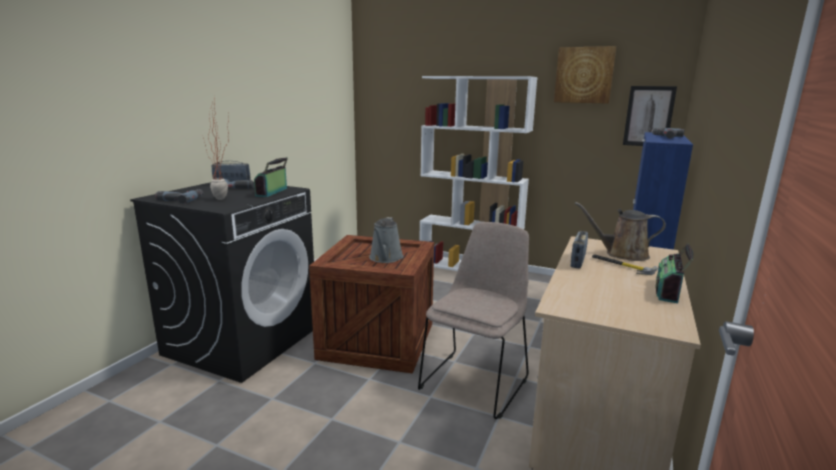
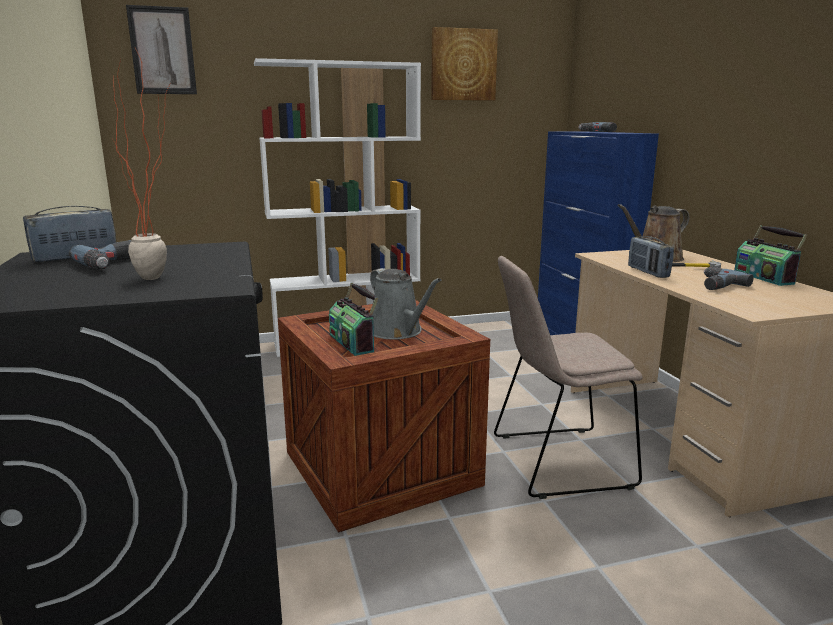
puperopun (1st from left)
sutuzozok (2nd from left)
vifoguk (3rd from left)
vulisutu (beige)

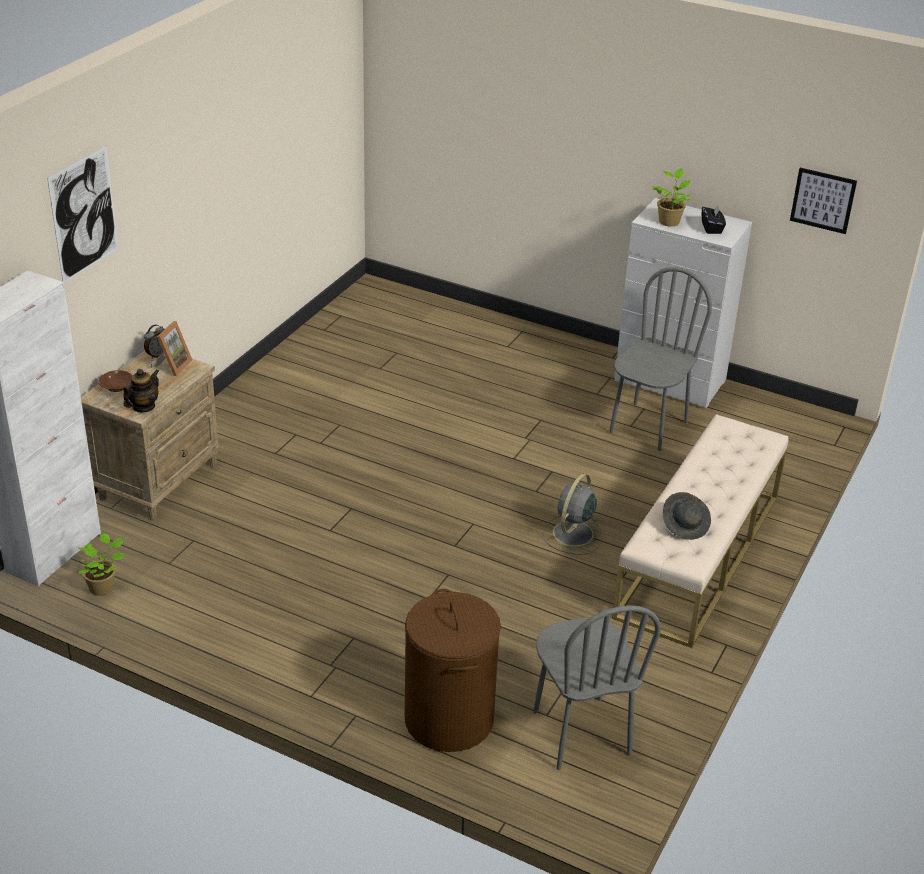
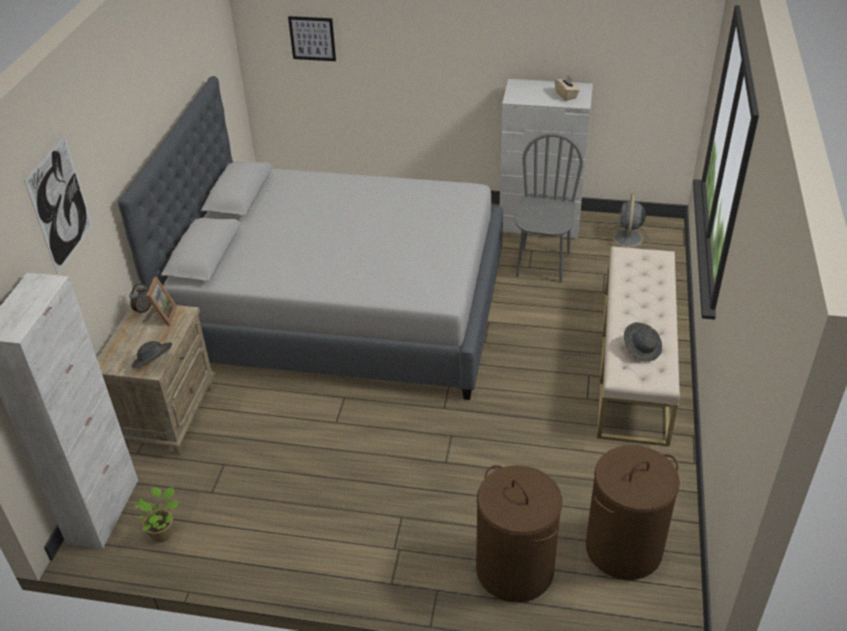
puperopun (2nd from left)
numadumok (2nd from left in the first image)
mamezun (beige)
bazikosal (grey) (1st from left)
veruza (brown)
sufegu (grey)
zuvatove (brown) (2nd from left)
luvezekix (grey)

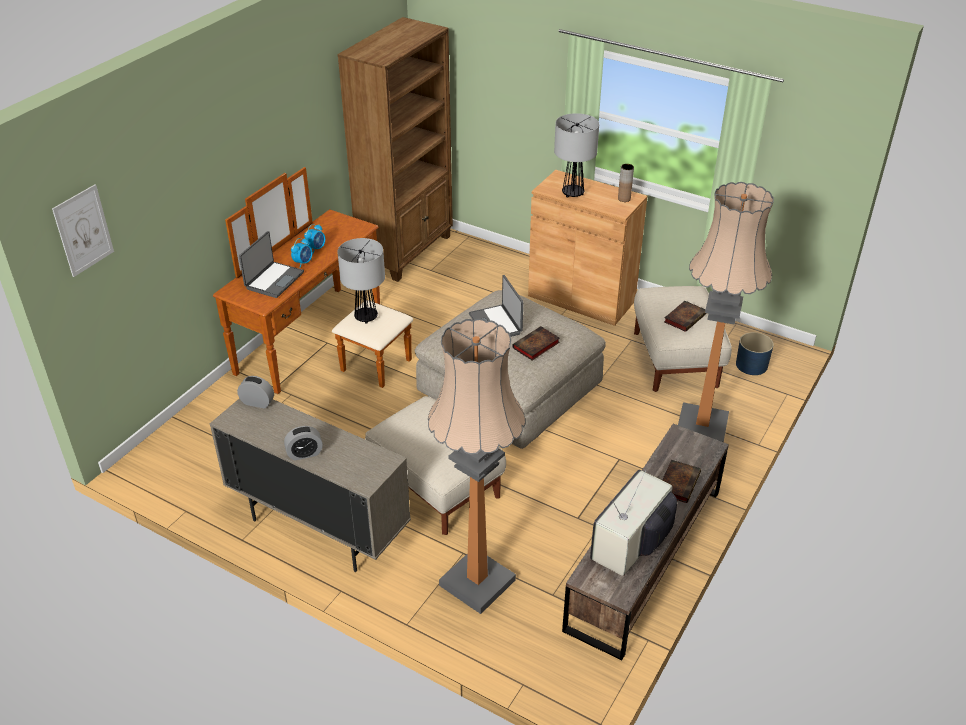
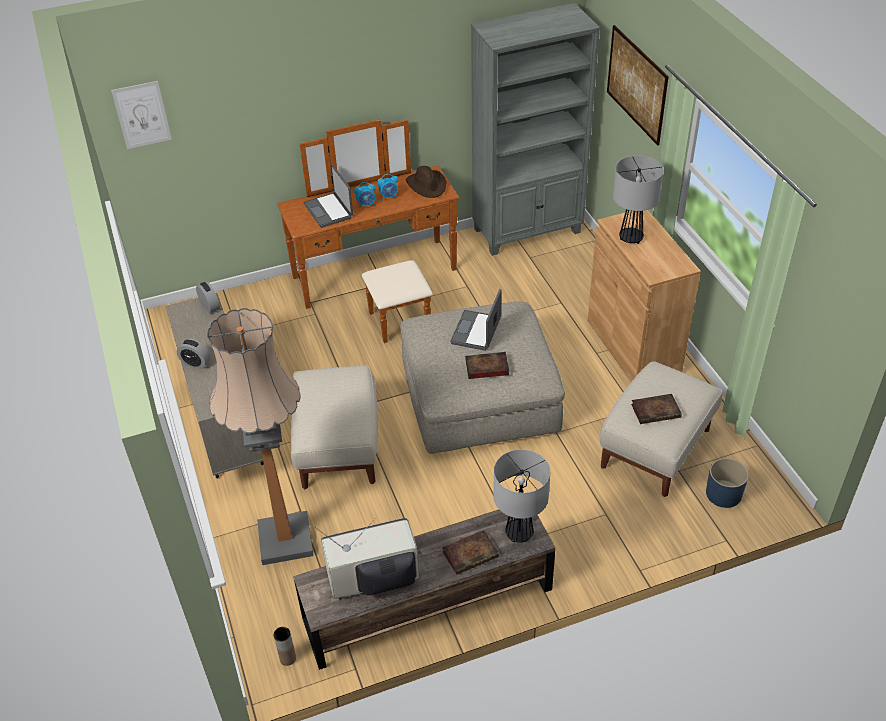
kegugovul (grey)
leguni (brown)
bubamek (2nd from left in the first image)
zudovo (1st from left)
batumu (1st from left)
puperopun (2nd from left)
bazikosal (brown)

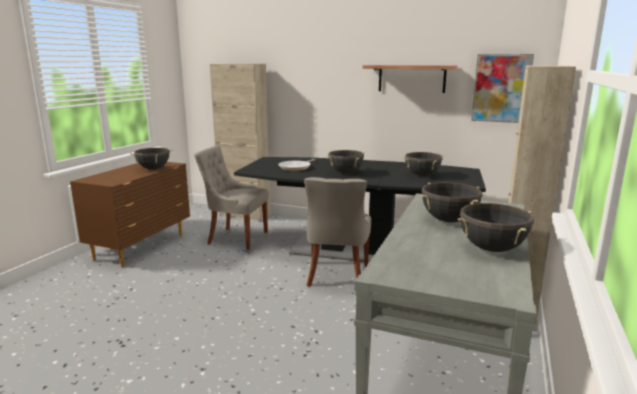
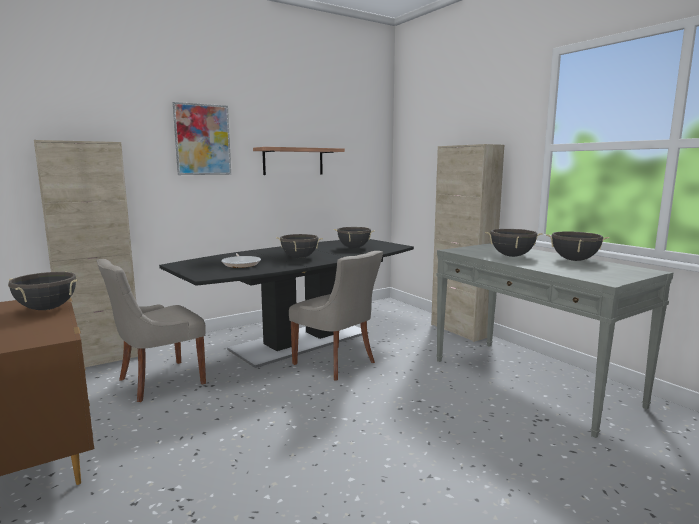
puperopun

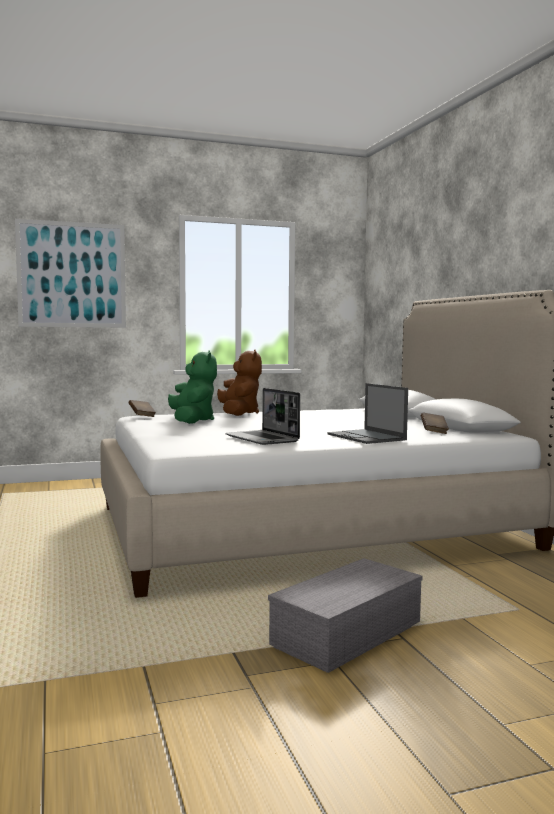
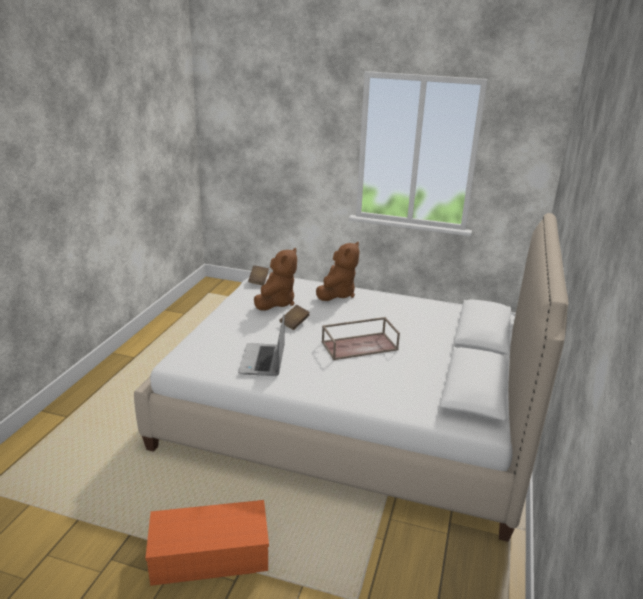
puperopun
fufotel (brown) (1st from left)
zudovo (2nd from left in the first image)
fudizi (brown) (2nd from left)
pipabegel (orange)
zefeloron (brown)

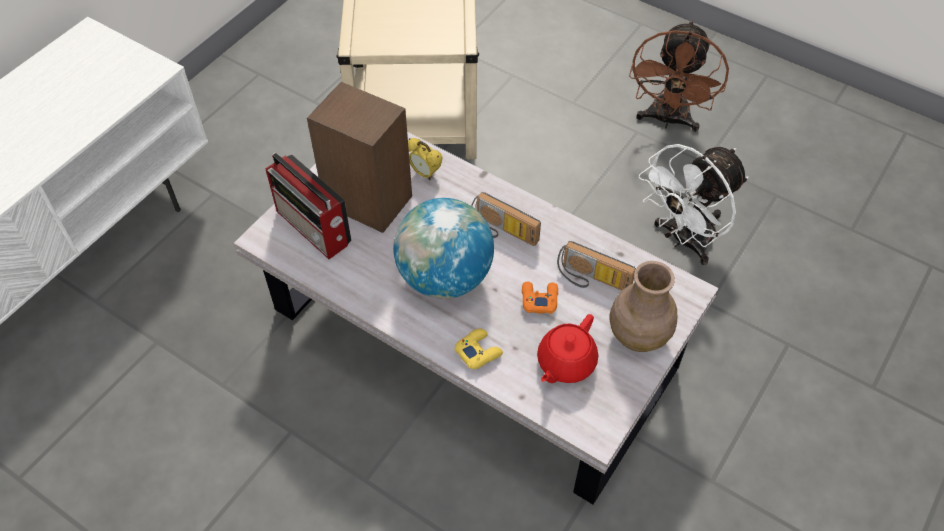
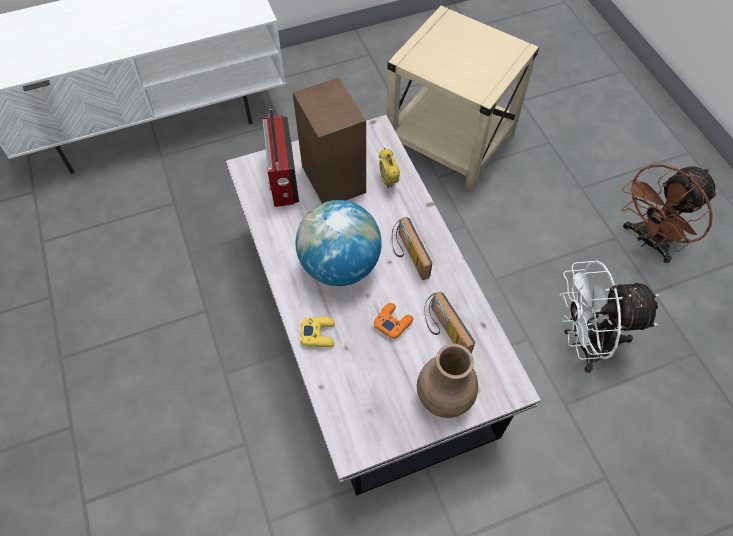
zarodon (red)

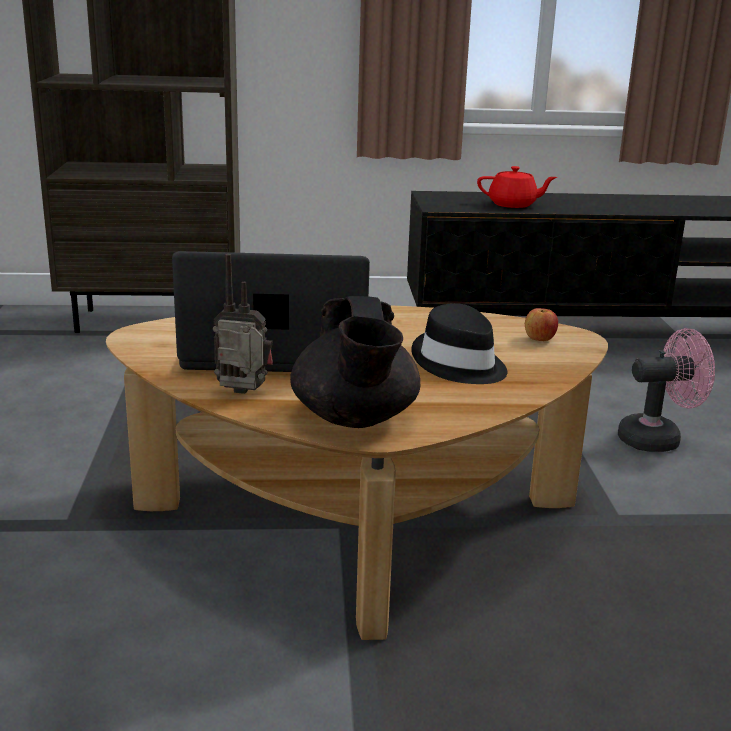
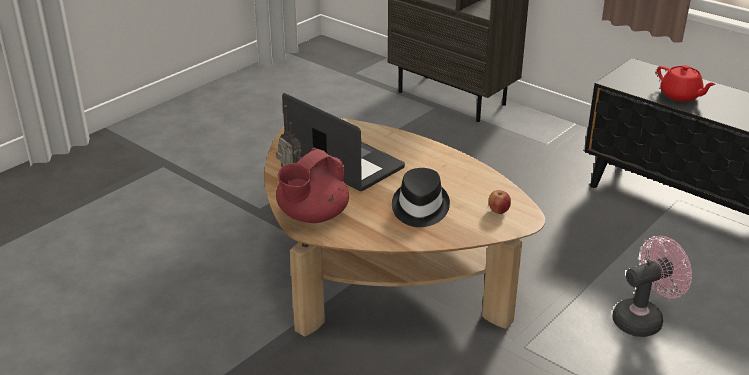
zarodon (red) (1st from left)
sufegu (pink)

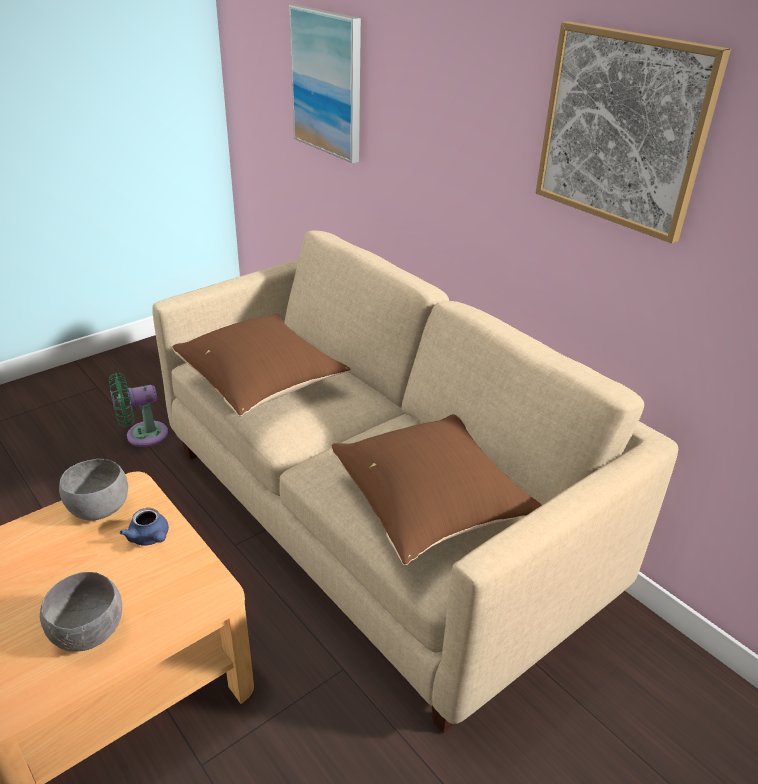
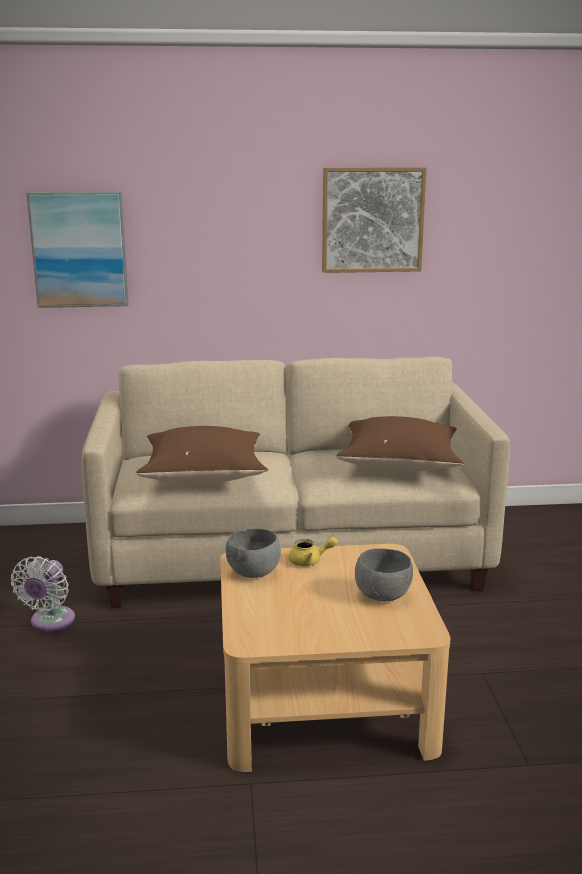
sufegu (white)
zarodon (yellow)

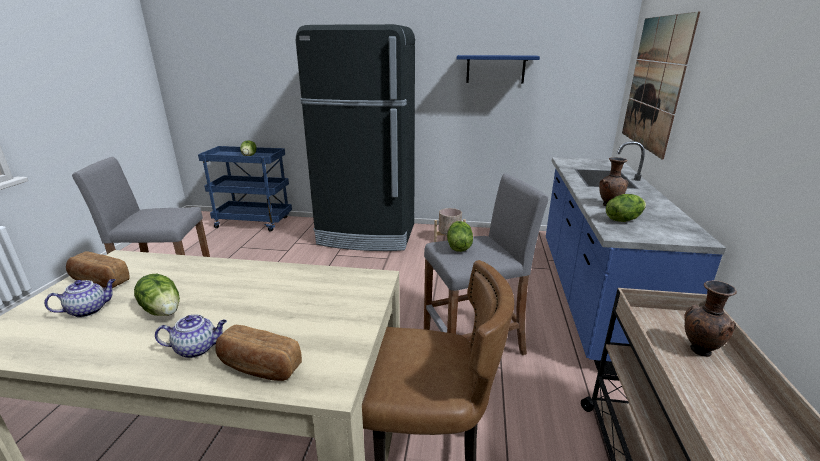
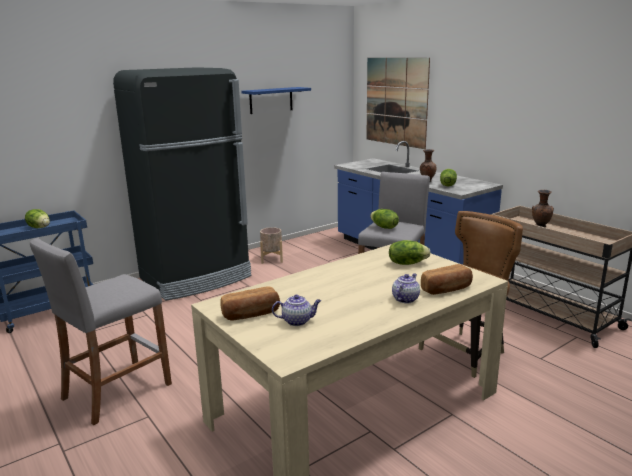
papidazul (3rd from left)
zarodon (1st from left)

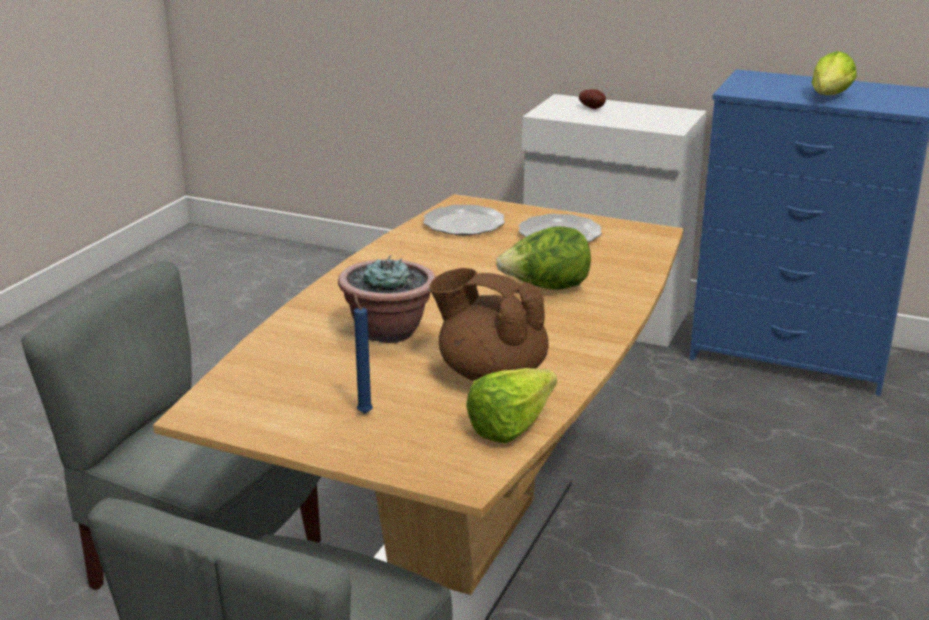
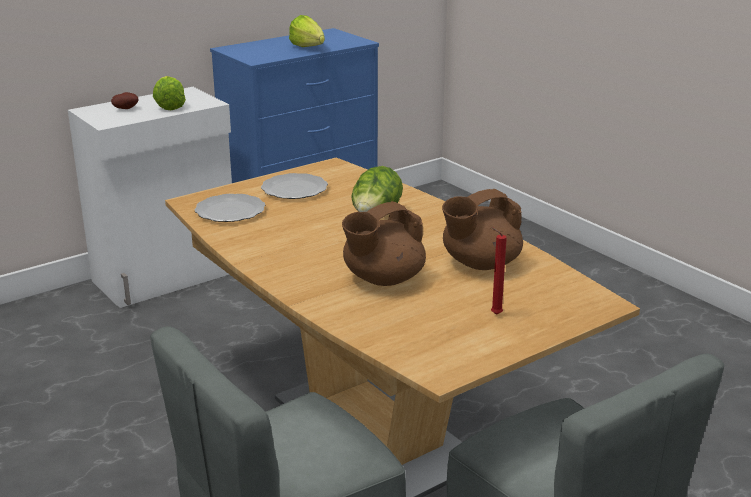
zarodon (brown) (1st from left)
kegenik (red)
papidazul (1st from left)

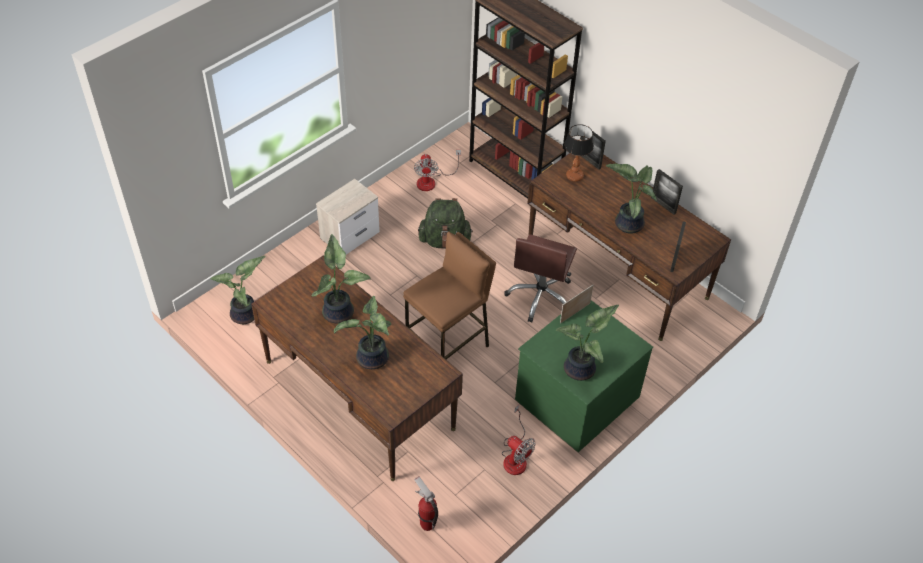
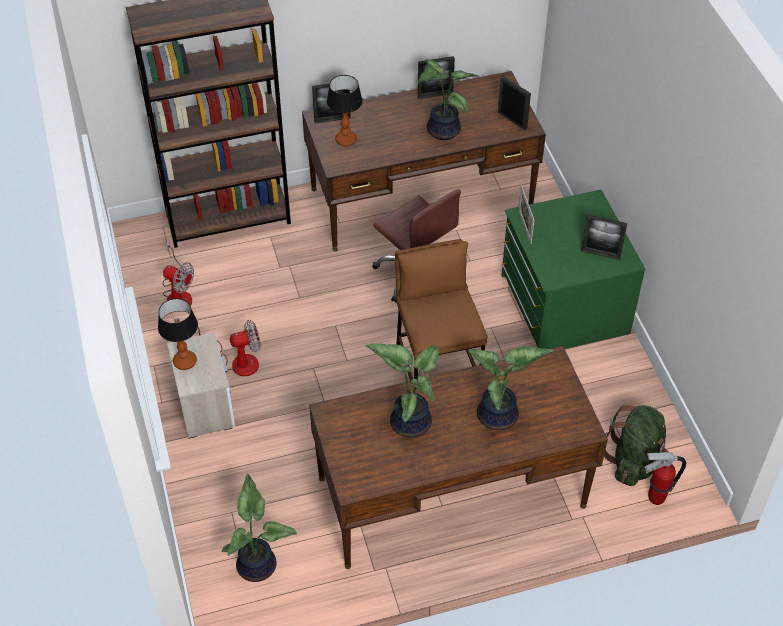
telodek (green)
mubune (5th from left)
sufegu (2nd from left)
batumu (1st from left)

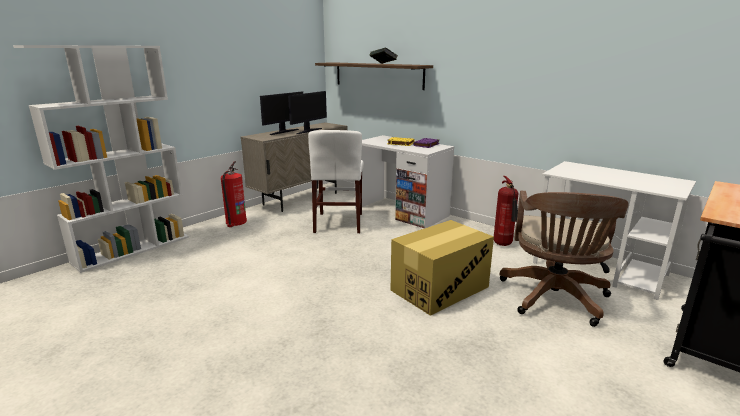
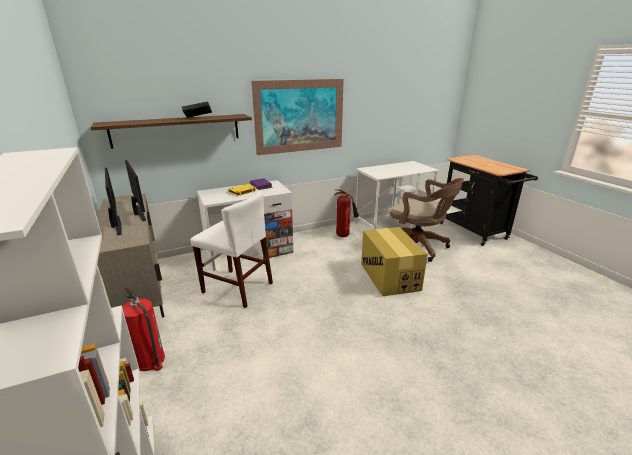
puperopun

